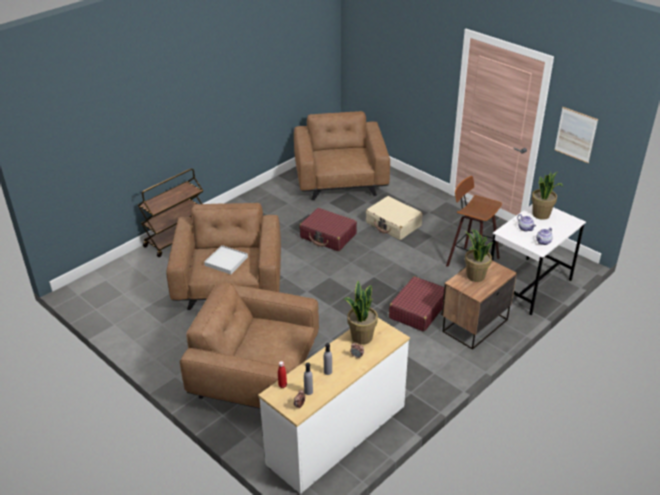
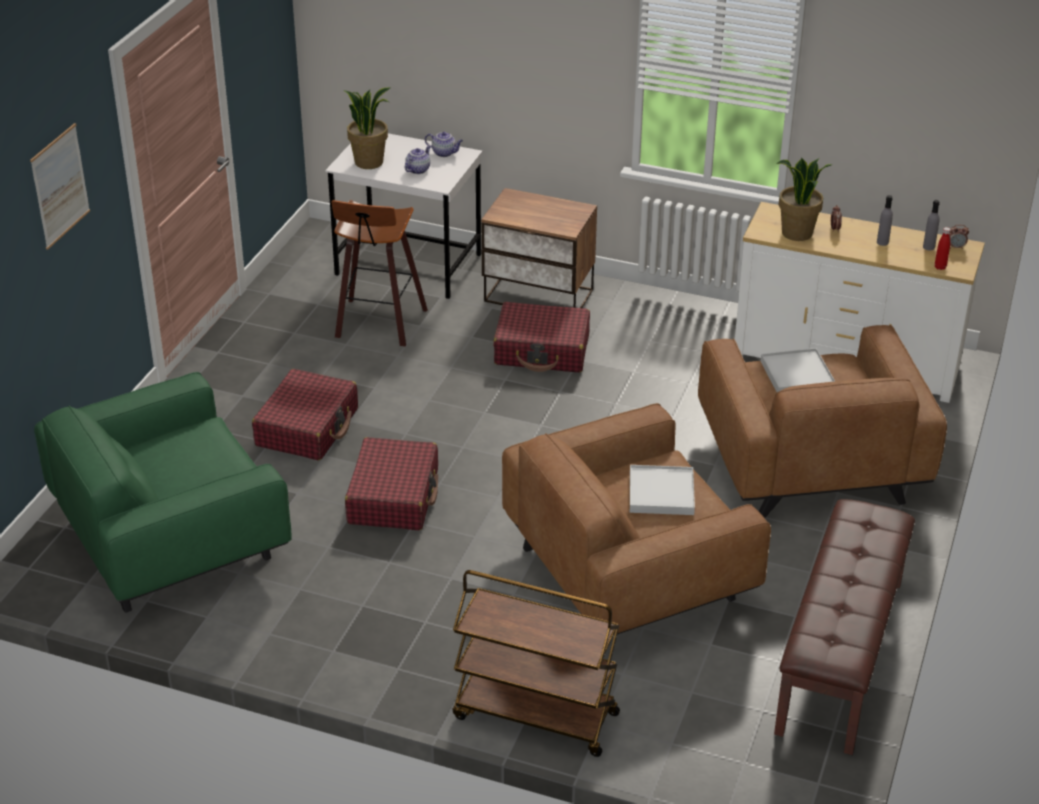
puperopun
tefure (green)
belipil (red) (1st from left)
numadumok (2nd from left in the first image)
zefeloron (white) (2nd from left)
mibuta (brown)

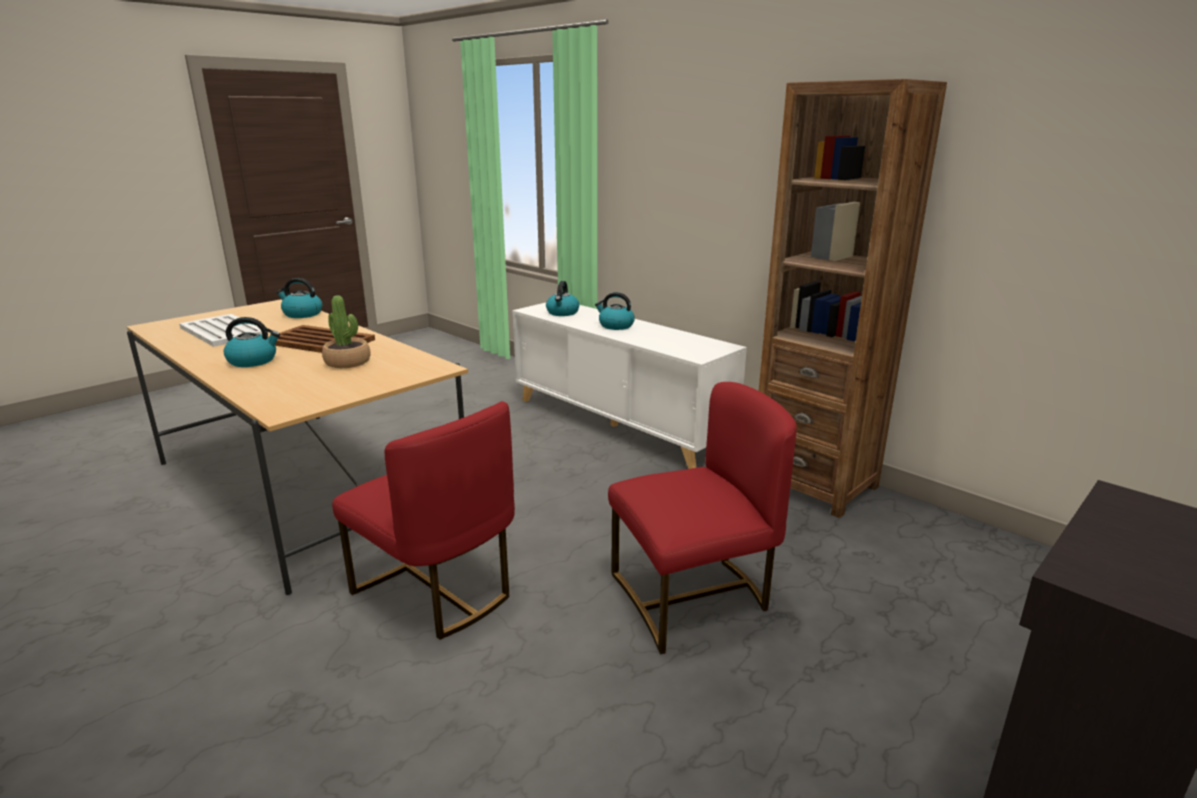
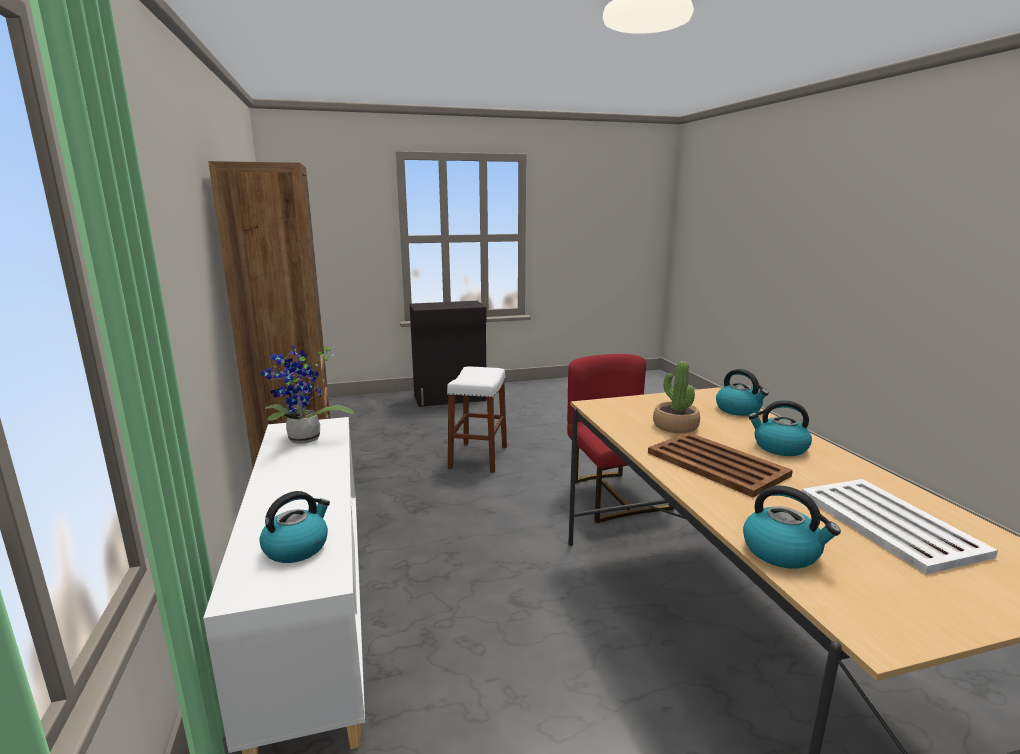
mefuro (2nd from left)
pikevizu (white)
numadumok (1st from left)

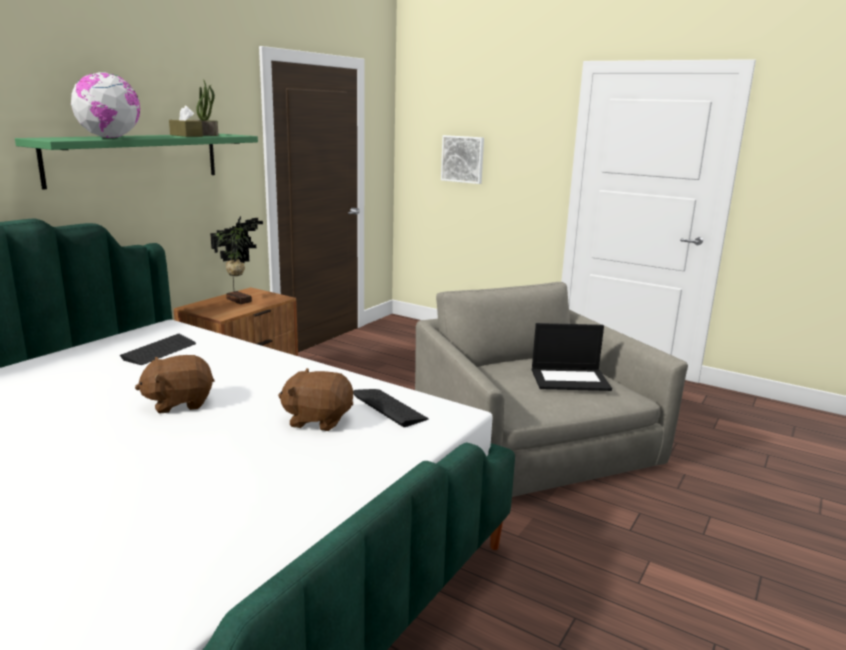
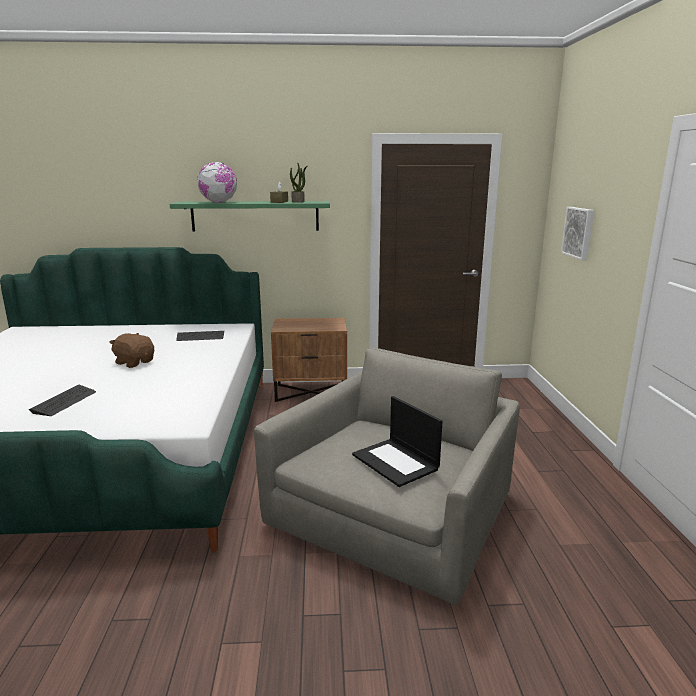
numadumok (2nd from left in the first image)
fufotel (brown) (2nd from left in the first image)
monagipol (1st from left)

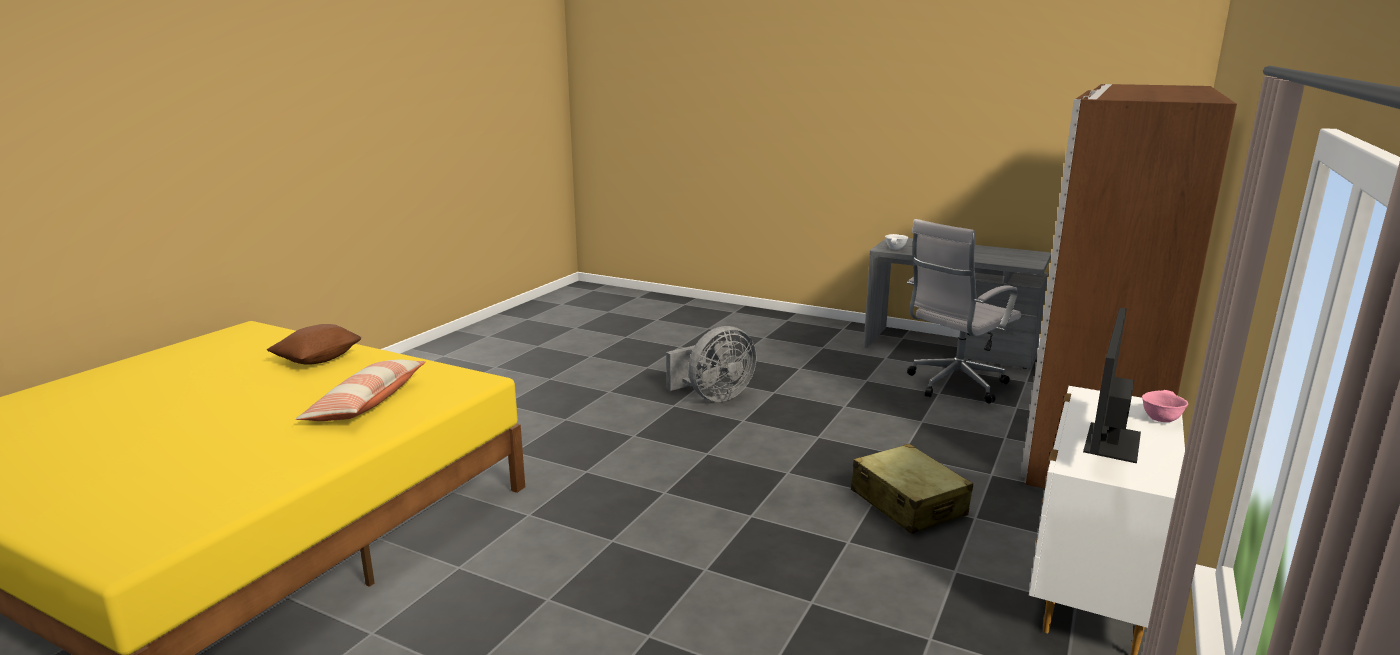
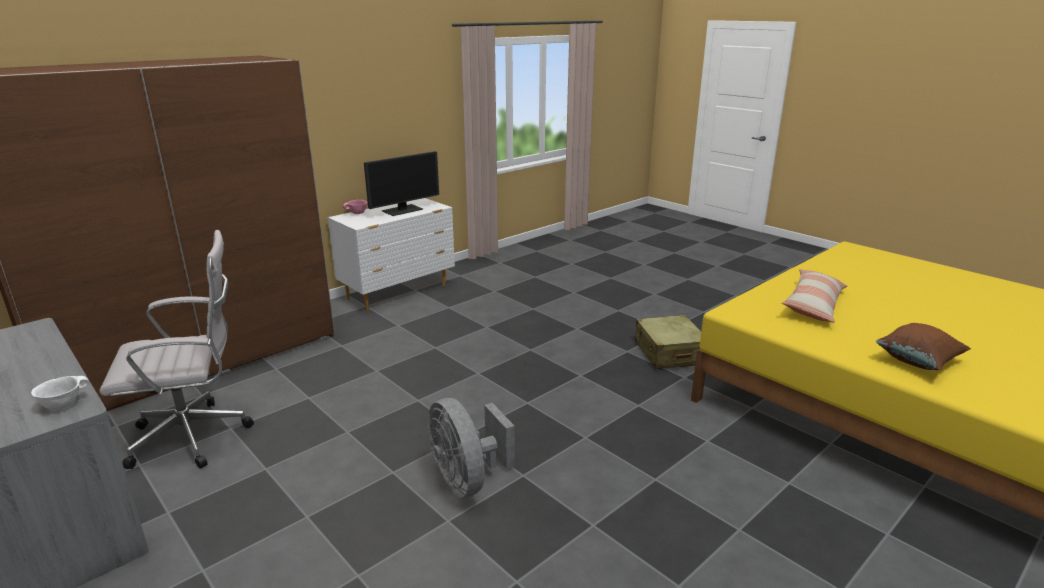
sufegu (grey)
belipil (beige)

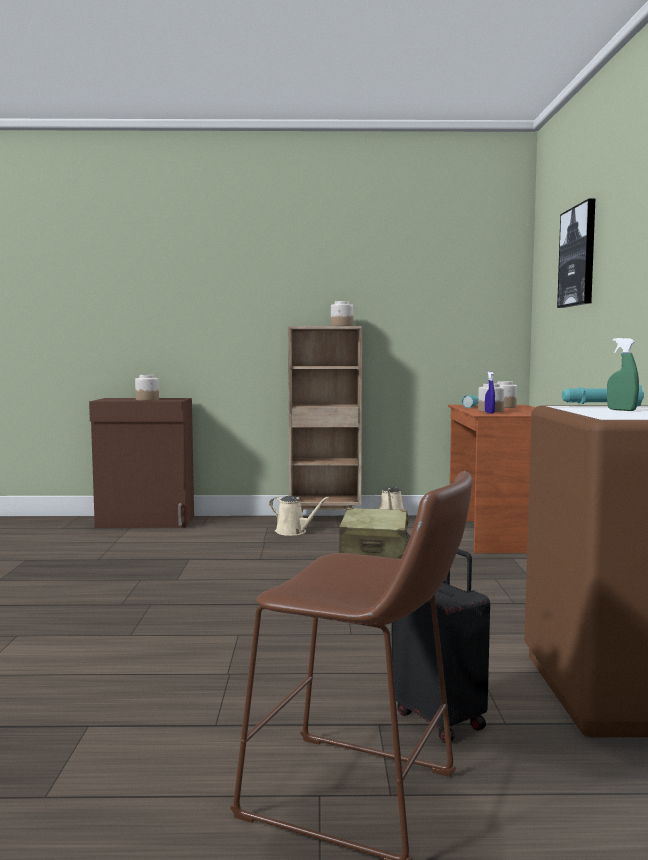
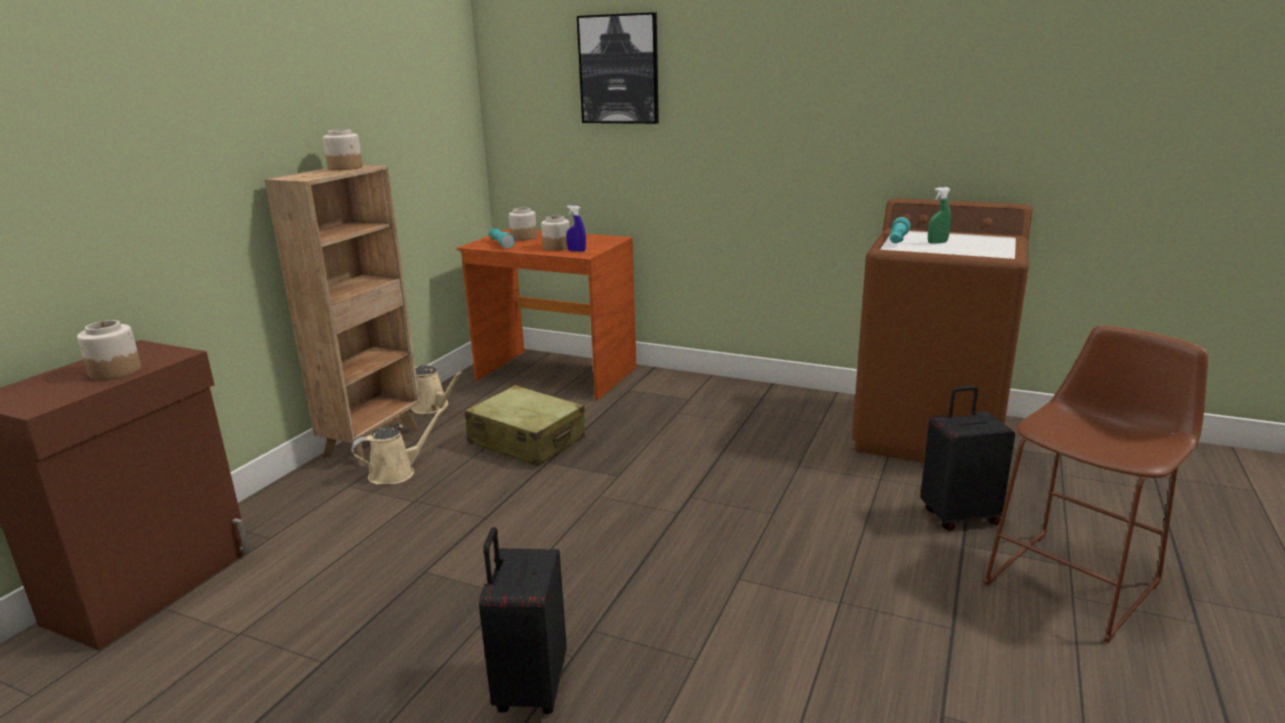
belipil (black) (1st from left)

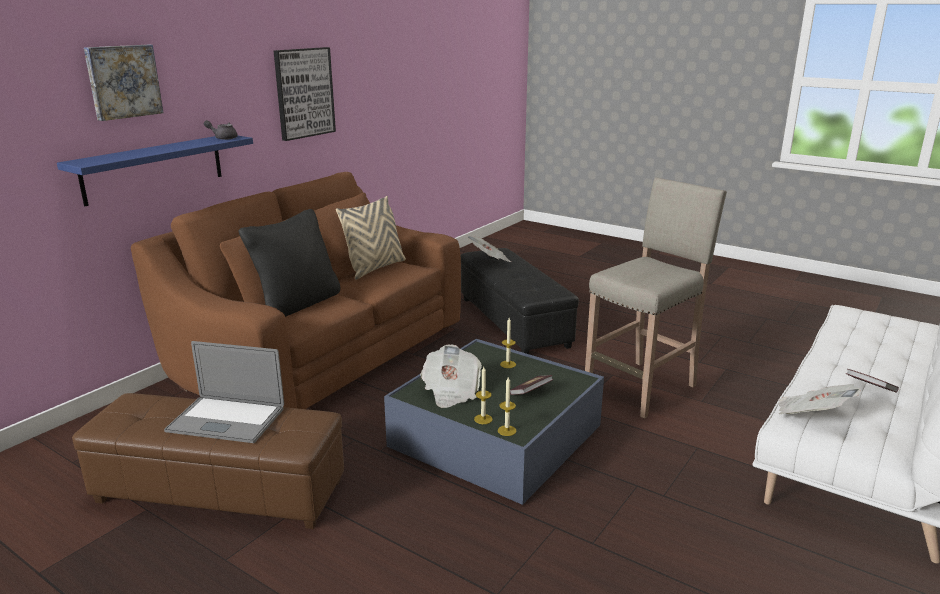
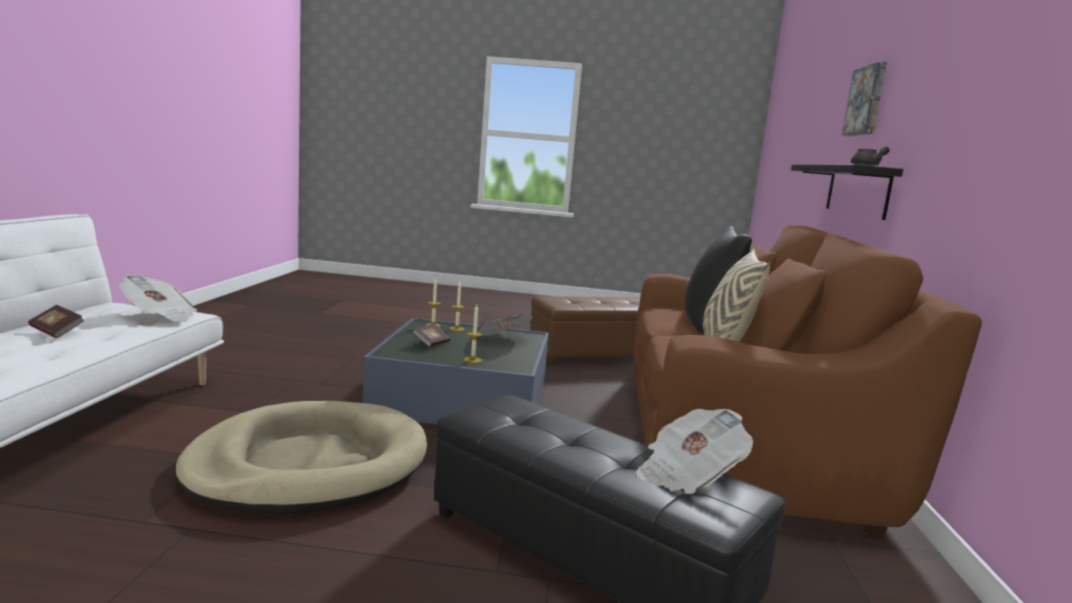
puperopun (2nd from left in the first image)
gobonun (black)
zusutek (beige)
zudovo

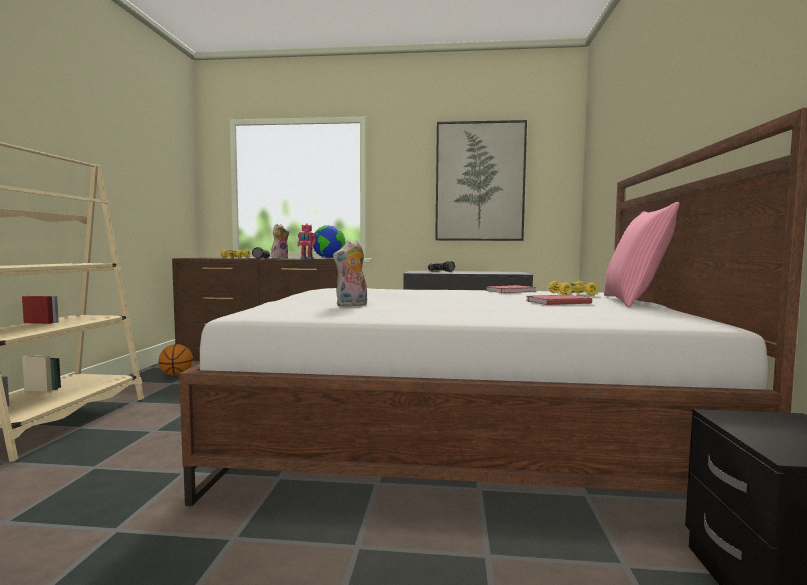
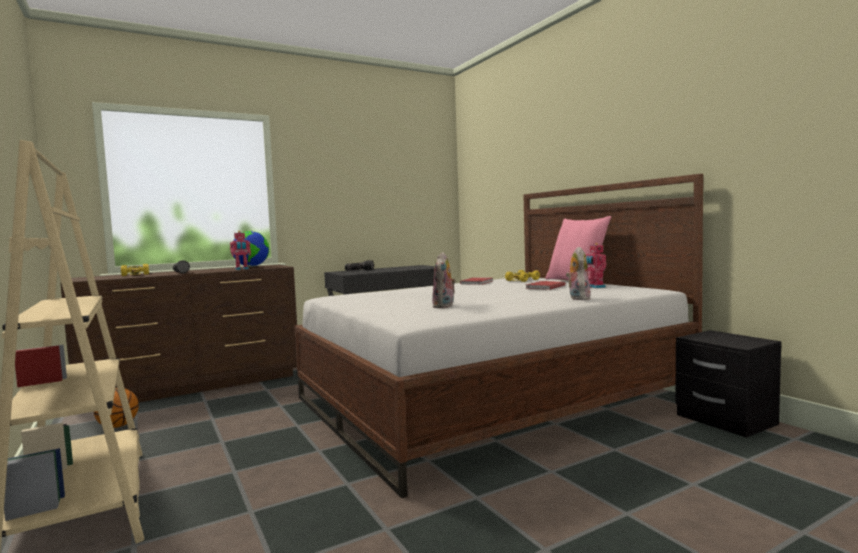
puperopun
fufotel (2nd from left)
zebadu (2nd from left)

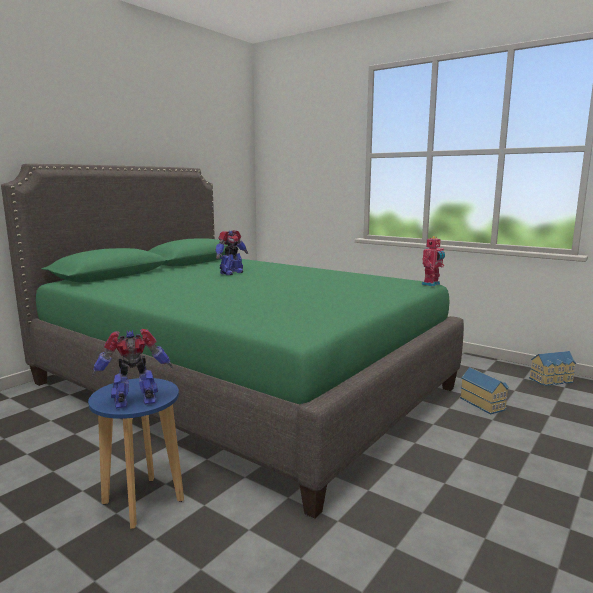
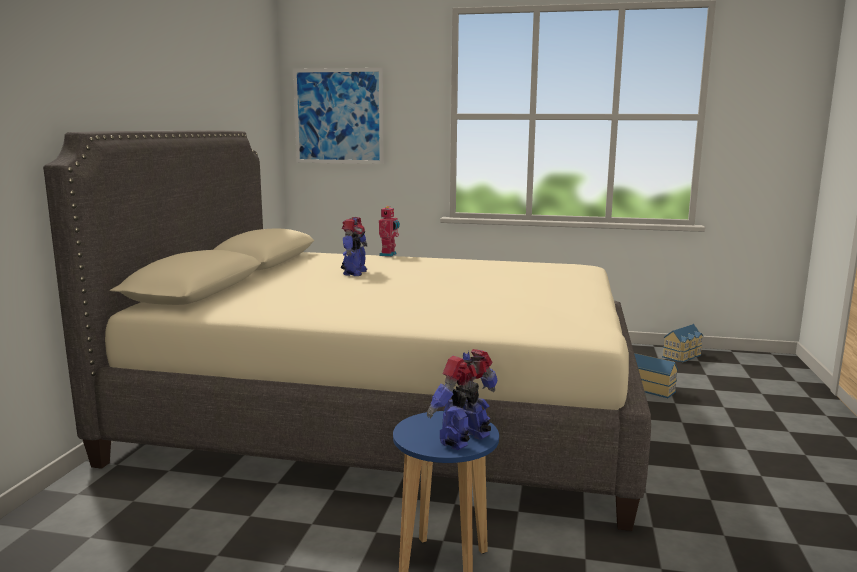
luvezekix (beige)
zebadu (2nd from left)
puperopun

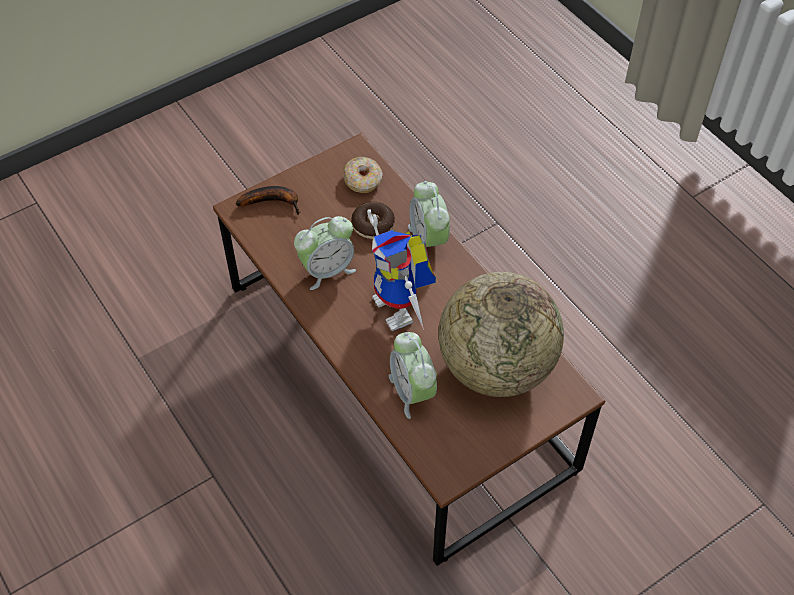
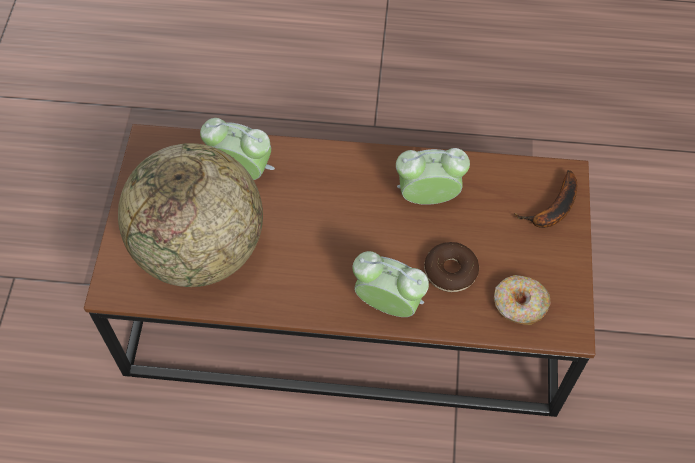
zebadu
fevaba (3rd from left)

